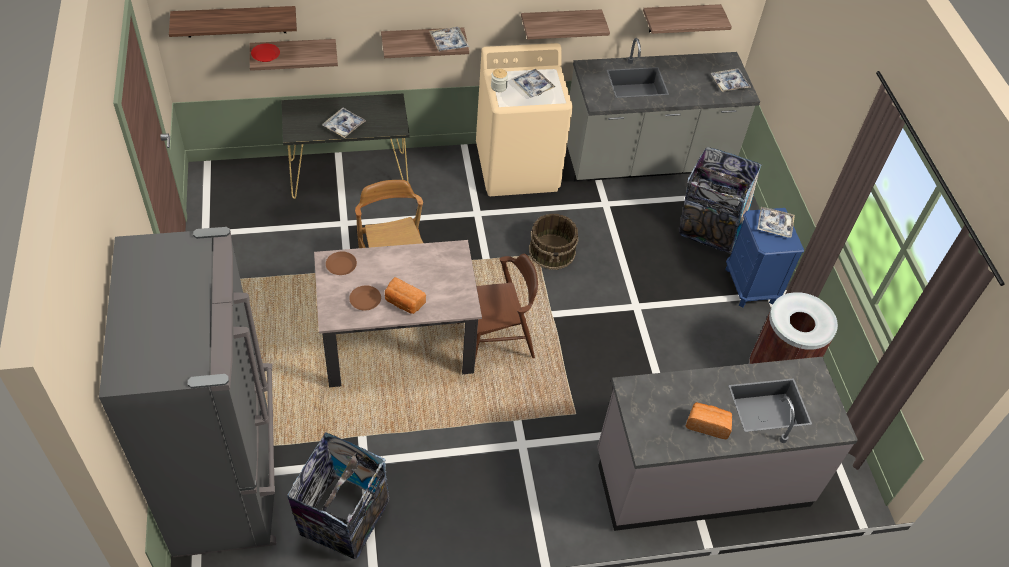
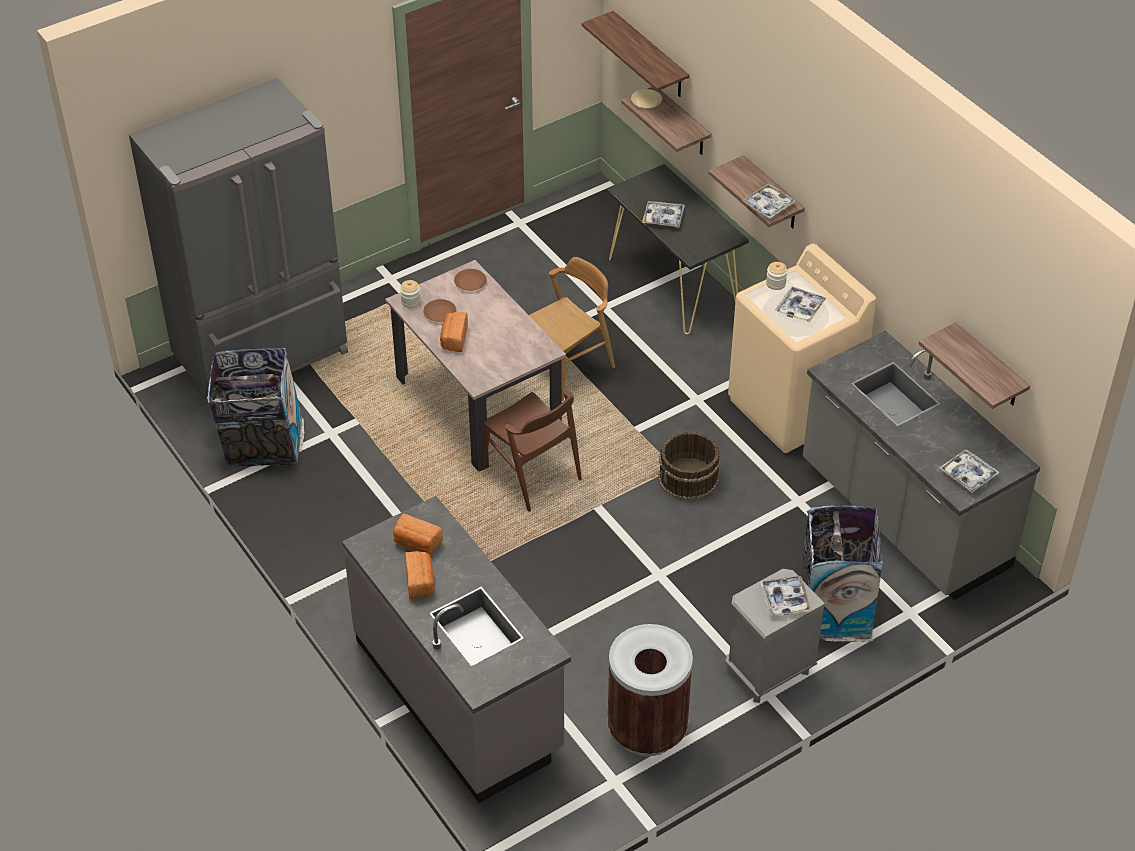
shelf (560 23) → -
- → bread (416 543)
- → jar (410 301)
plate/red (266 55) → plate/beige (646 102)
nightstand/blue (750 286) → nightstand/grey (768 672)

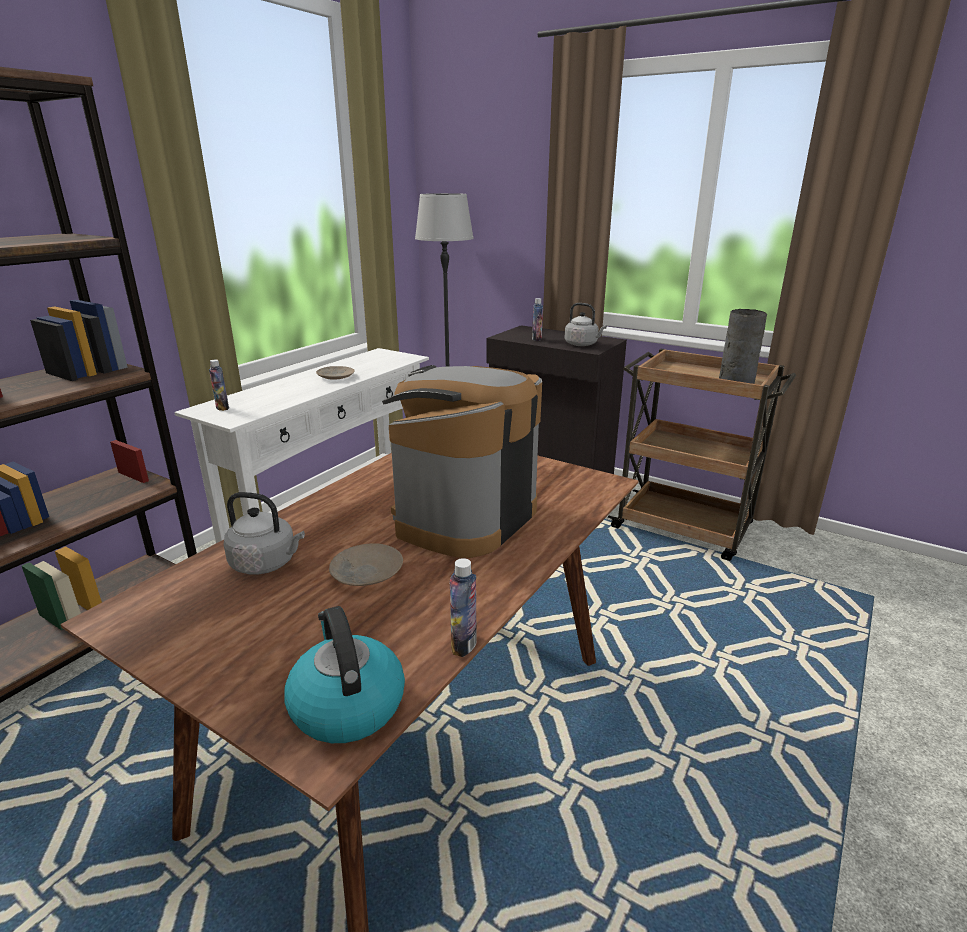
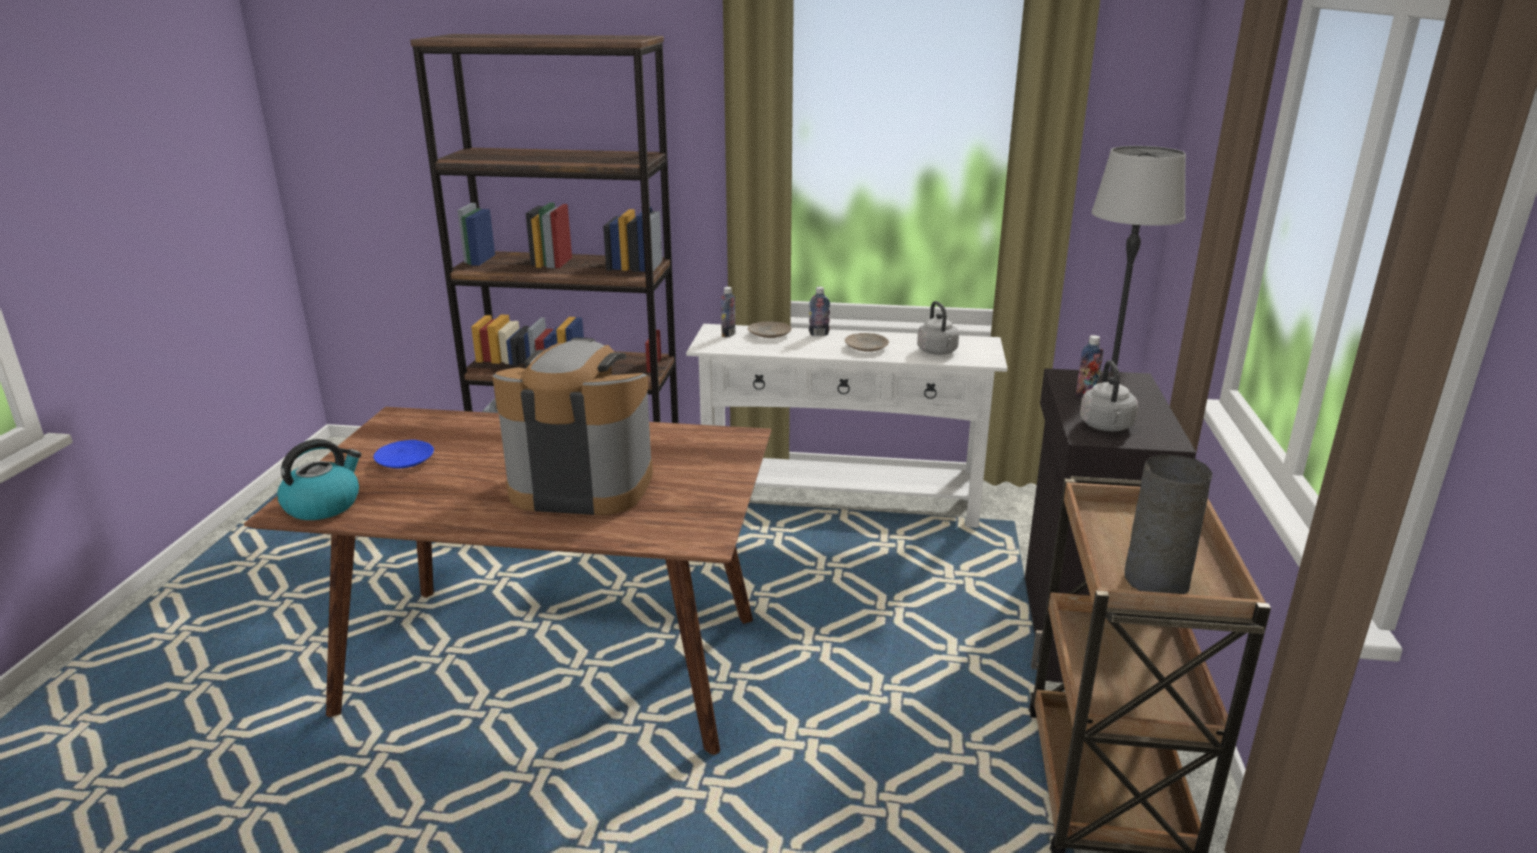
- → plate/blue (405 460)
kettle/grey (267 563) → kettle/grey (938 352), relocated
plate/beige (366 573) → plate/beige (769 334), relocated
bottle (464 644) → bottle (819 334), relocated

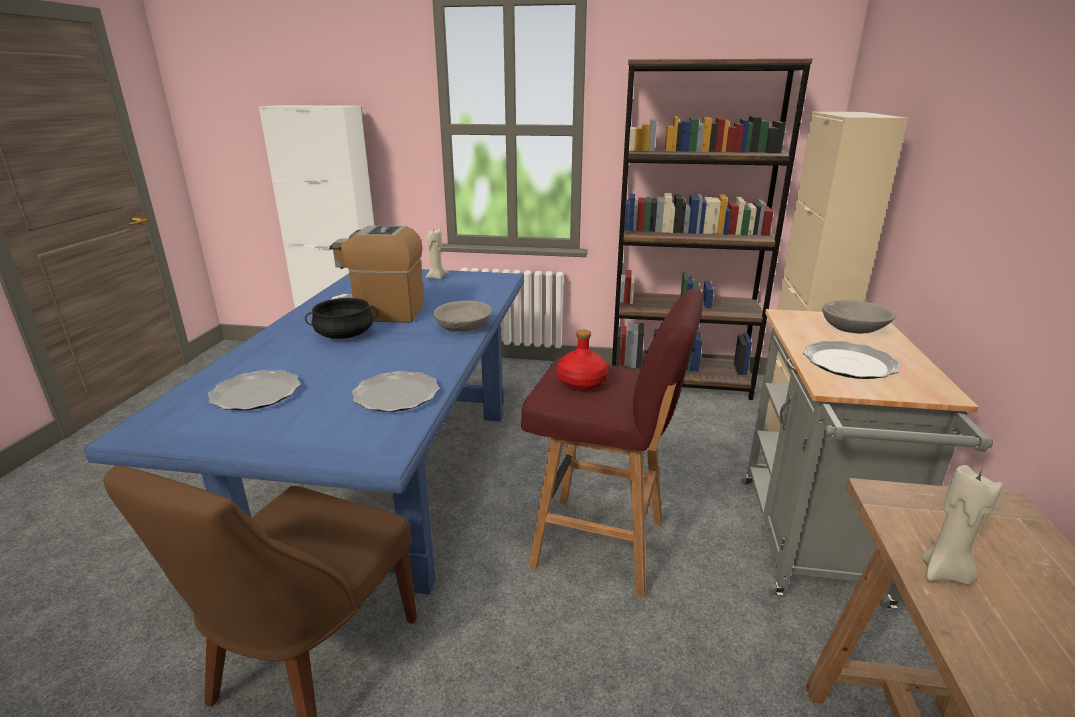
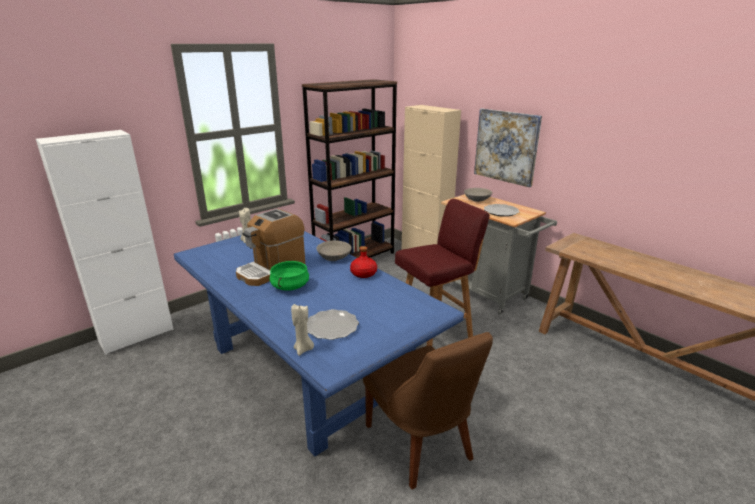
plate (395 395) → -
- → picture (506 146)
bottle/red (581 382) → bottle/red (363 274), relocated
candle/beige (945 573) → candle/beige (303 349), relocated
cooking pot/black (344 335) → cooking pot/green (290 286)

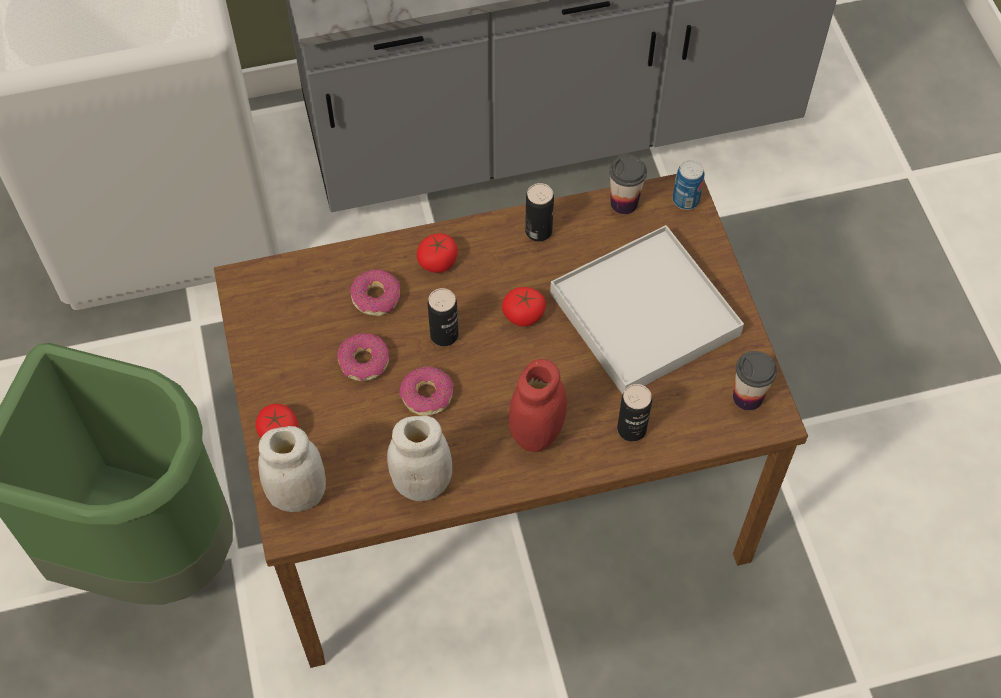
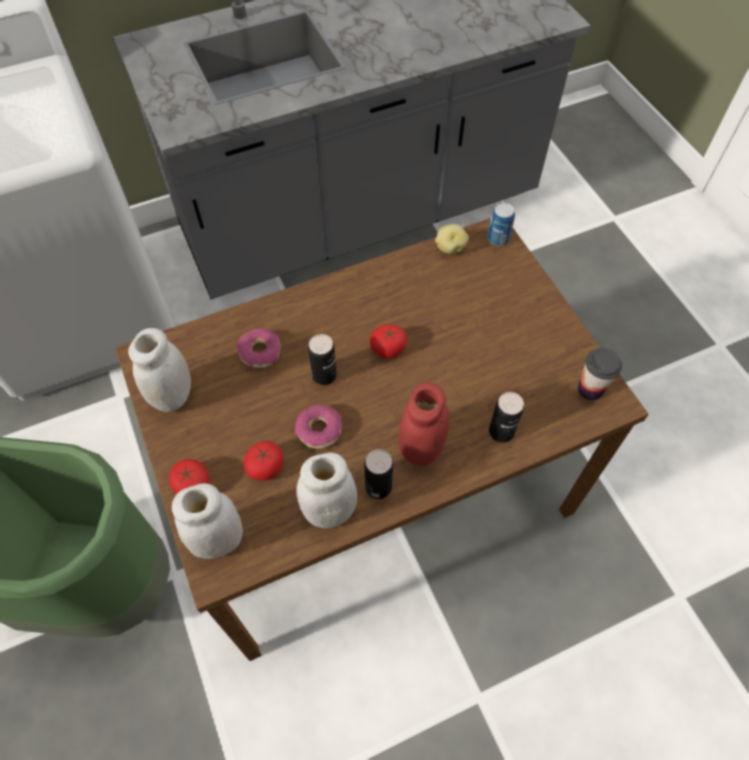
donut (364 362) → -
tray/white (644 314) → -
- → jar/white (173 396)
tomato (438 261) → tomato (265 467), relocated
can (538 231) → can (378 487), relocated
cup (624 203) → potato (450 247)

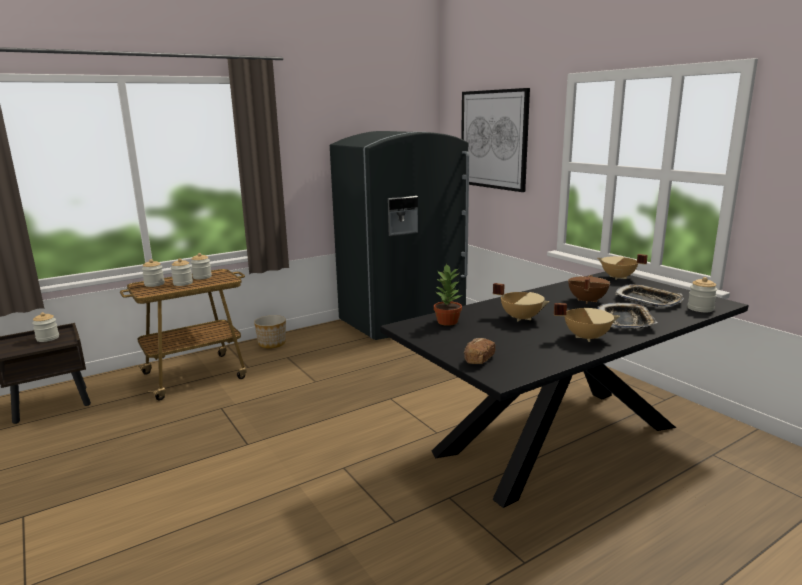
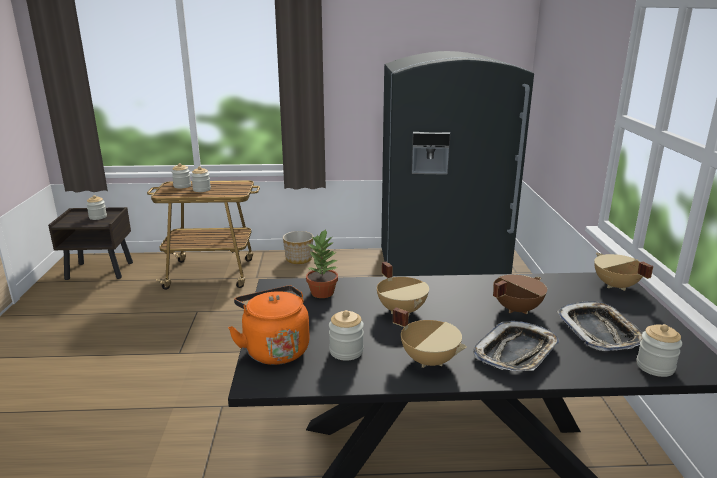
picture (493 139) → -
jar (202 277) → jar (346 351), relocated
bread (478 359) → kettle/orange (274 349)

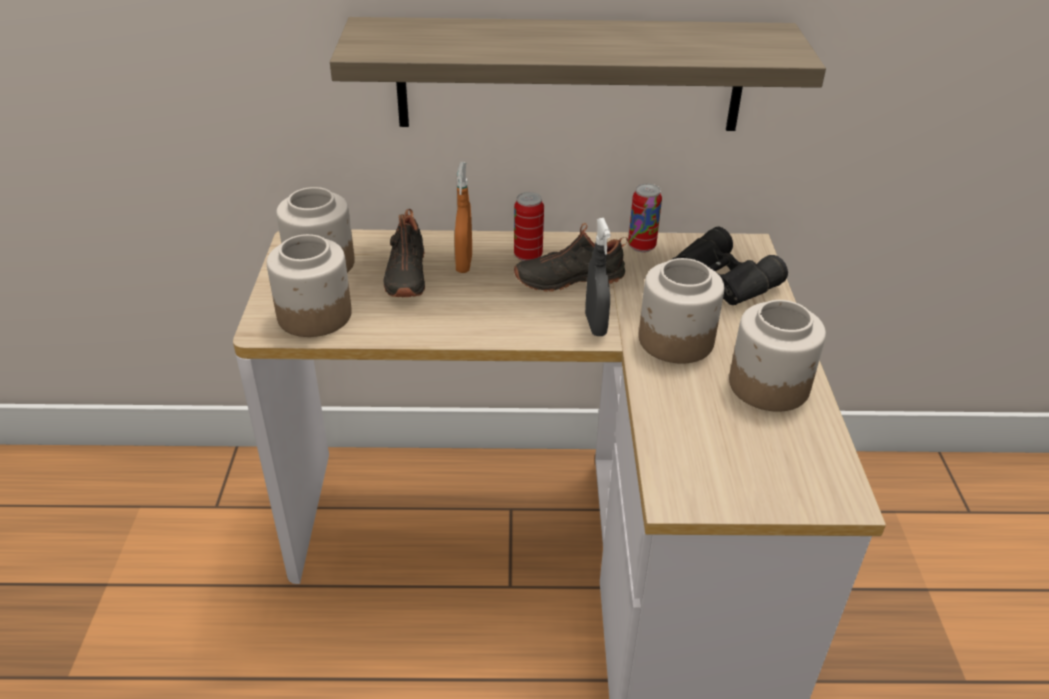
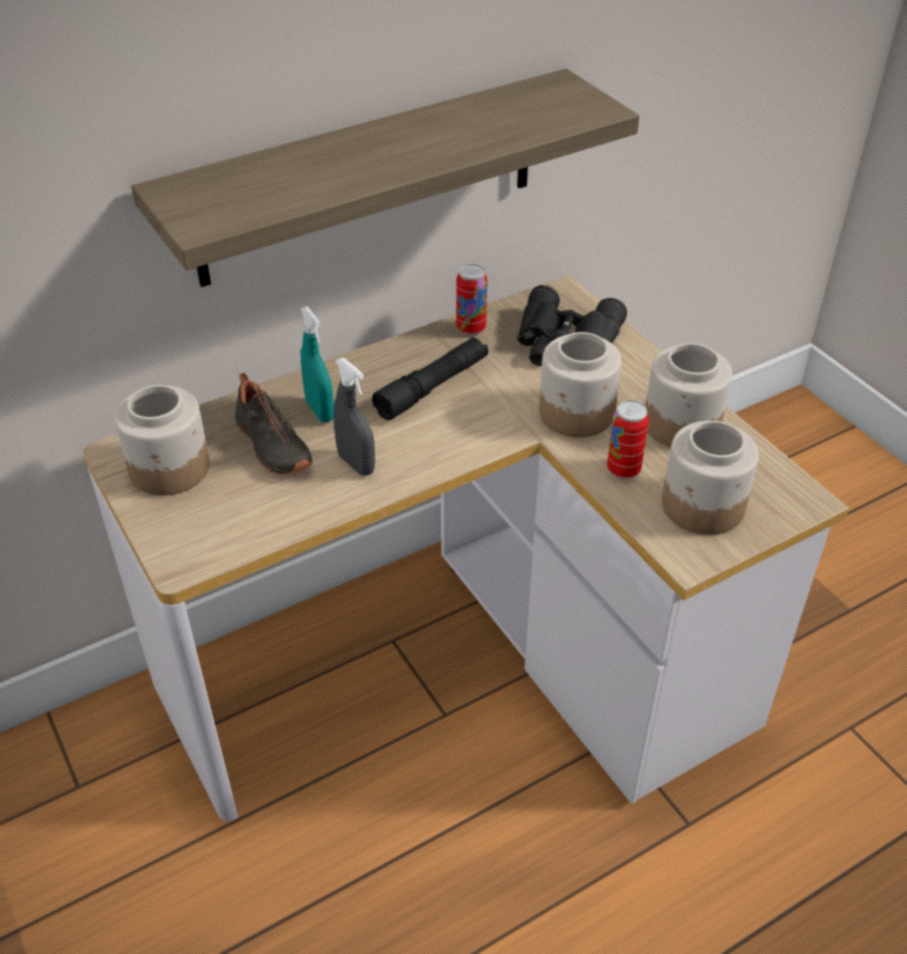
jar (314 316) → jar (703 506), relocated
can (528 256) → can (623 469), relocated
spray bottle/grey (595 325) → spray bottle/grey (356 464), relocated
shoe/black (568 278) → flashlight/black (432 387)
spray bottle/orange (464 264) → spray bottle/turquoise (320 411)

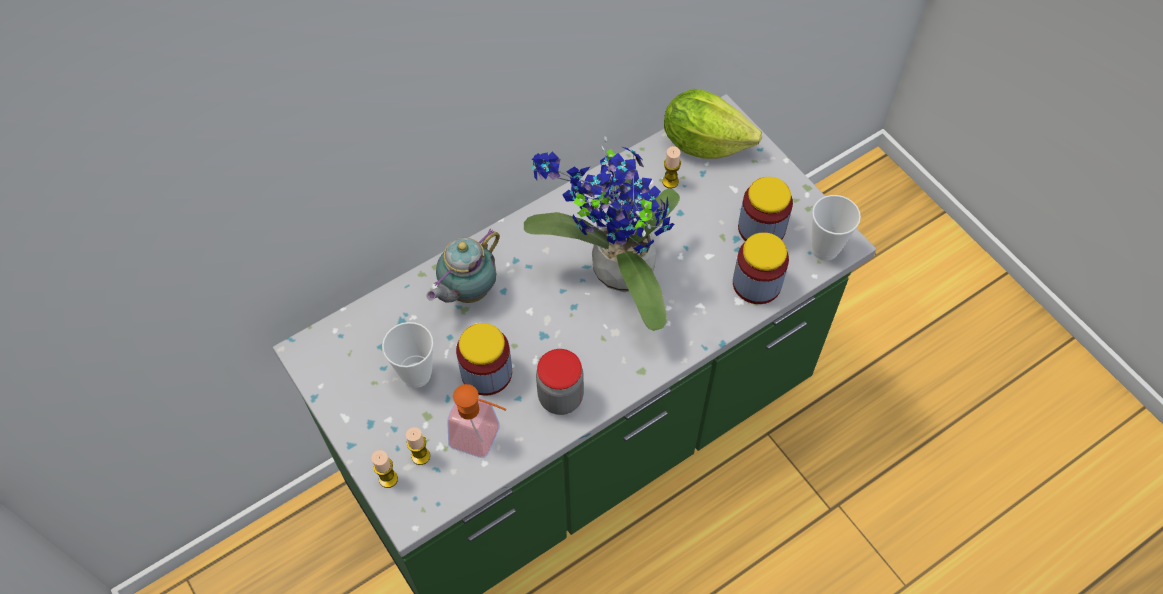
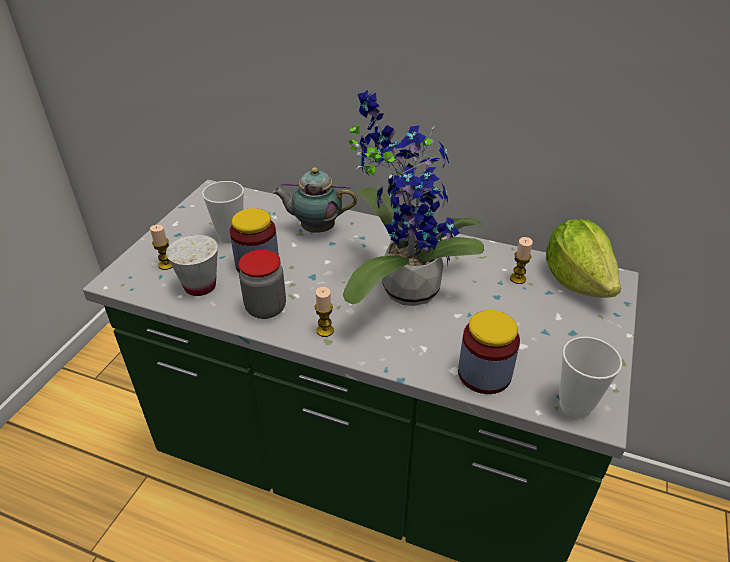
jar (761 228) → -
candle (388 479) → candle (325 330), relocated
soap dispenser (483 439) → cup/white (200 286)

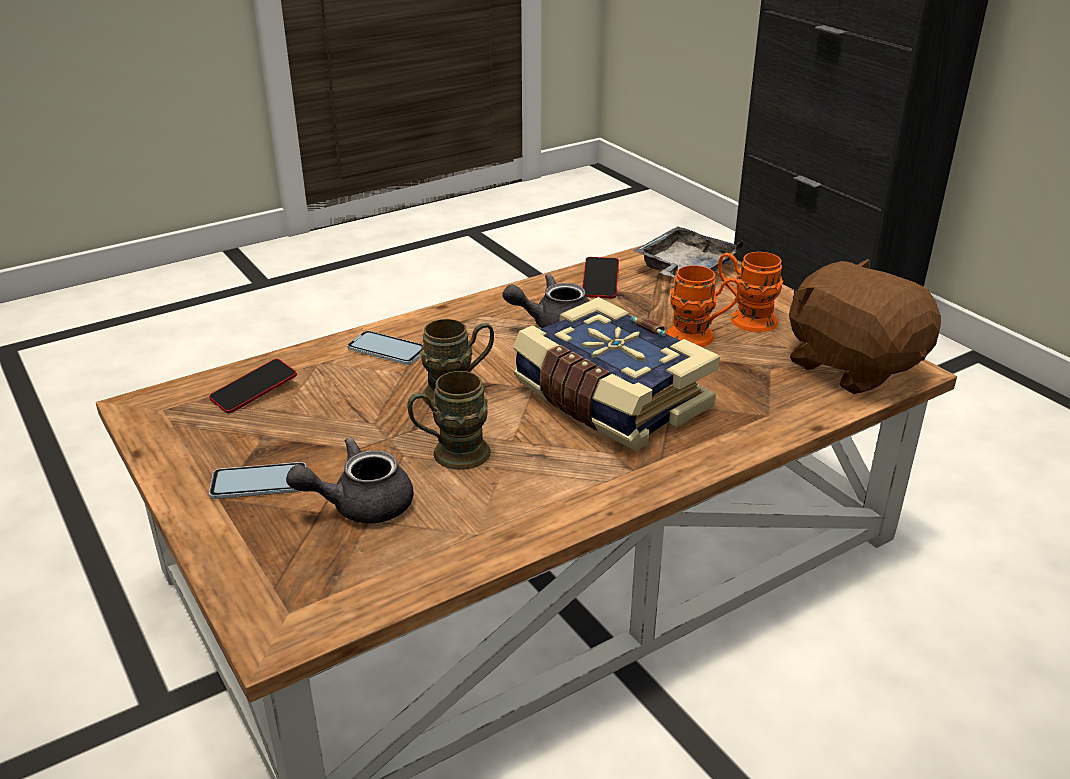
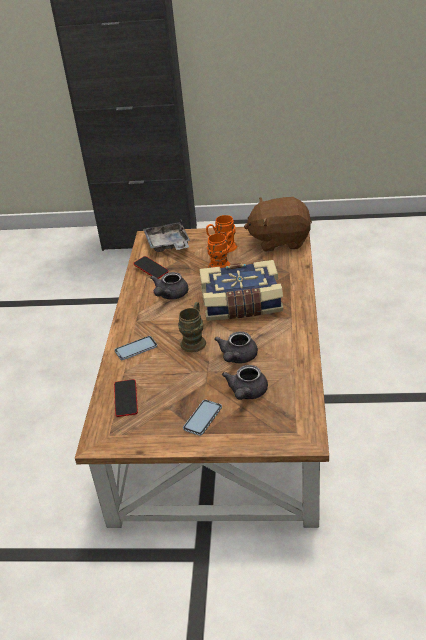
mug/brown (451 455) → teapot/grey (237 358)

